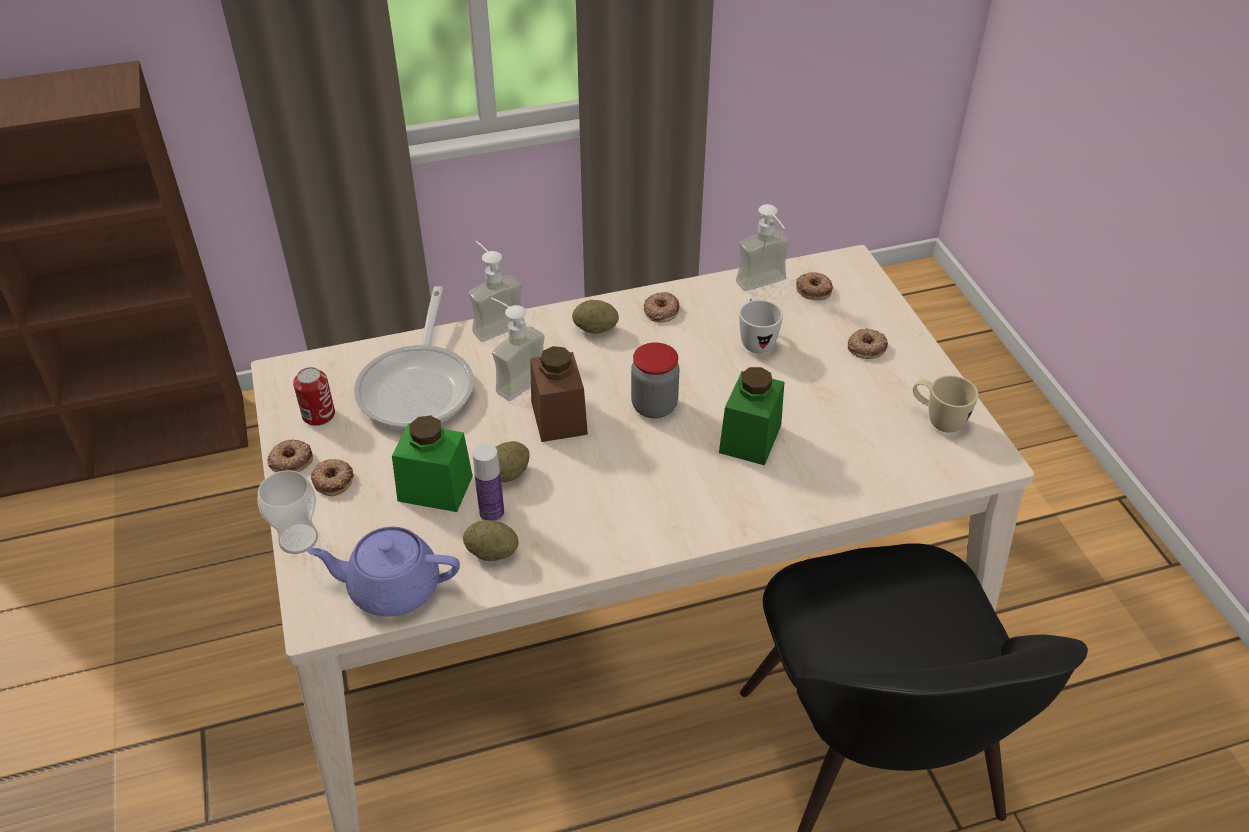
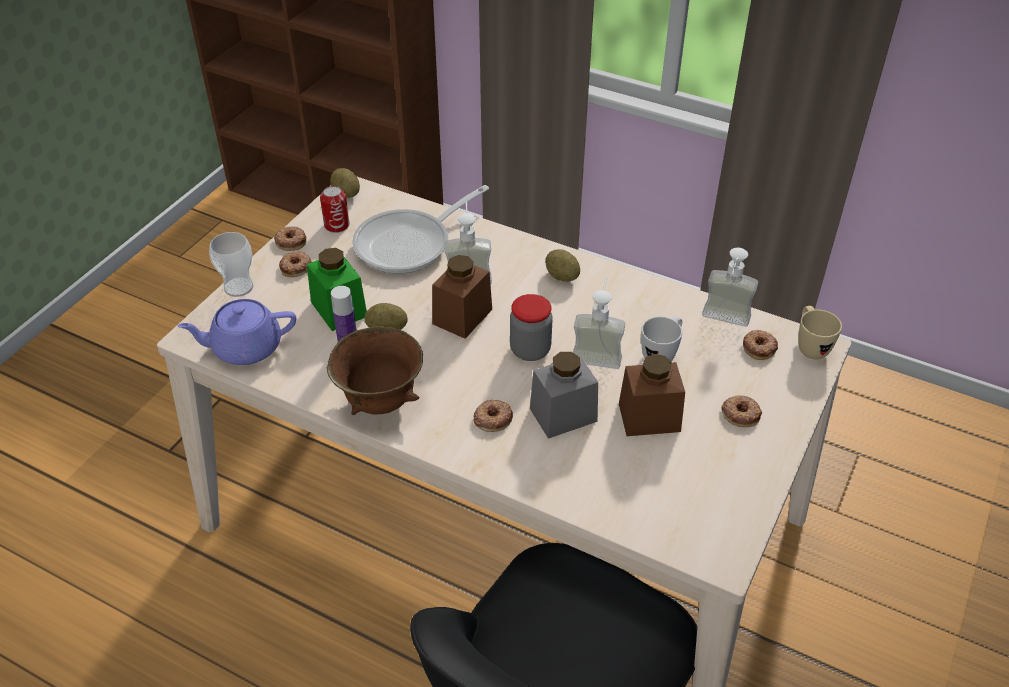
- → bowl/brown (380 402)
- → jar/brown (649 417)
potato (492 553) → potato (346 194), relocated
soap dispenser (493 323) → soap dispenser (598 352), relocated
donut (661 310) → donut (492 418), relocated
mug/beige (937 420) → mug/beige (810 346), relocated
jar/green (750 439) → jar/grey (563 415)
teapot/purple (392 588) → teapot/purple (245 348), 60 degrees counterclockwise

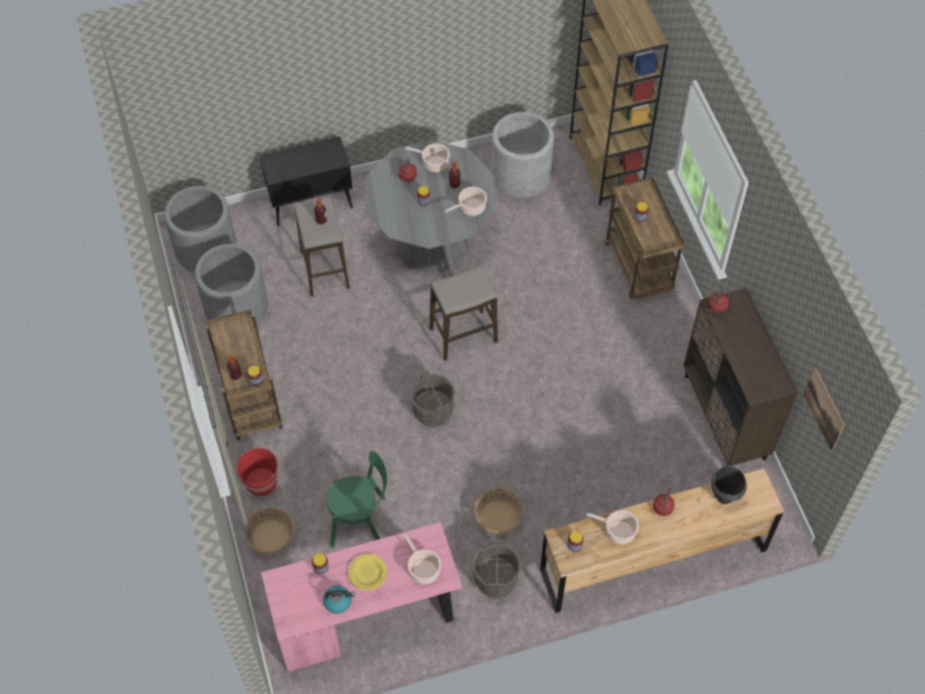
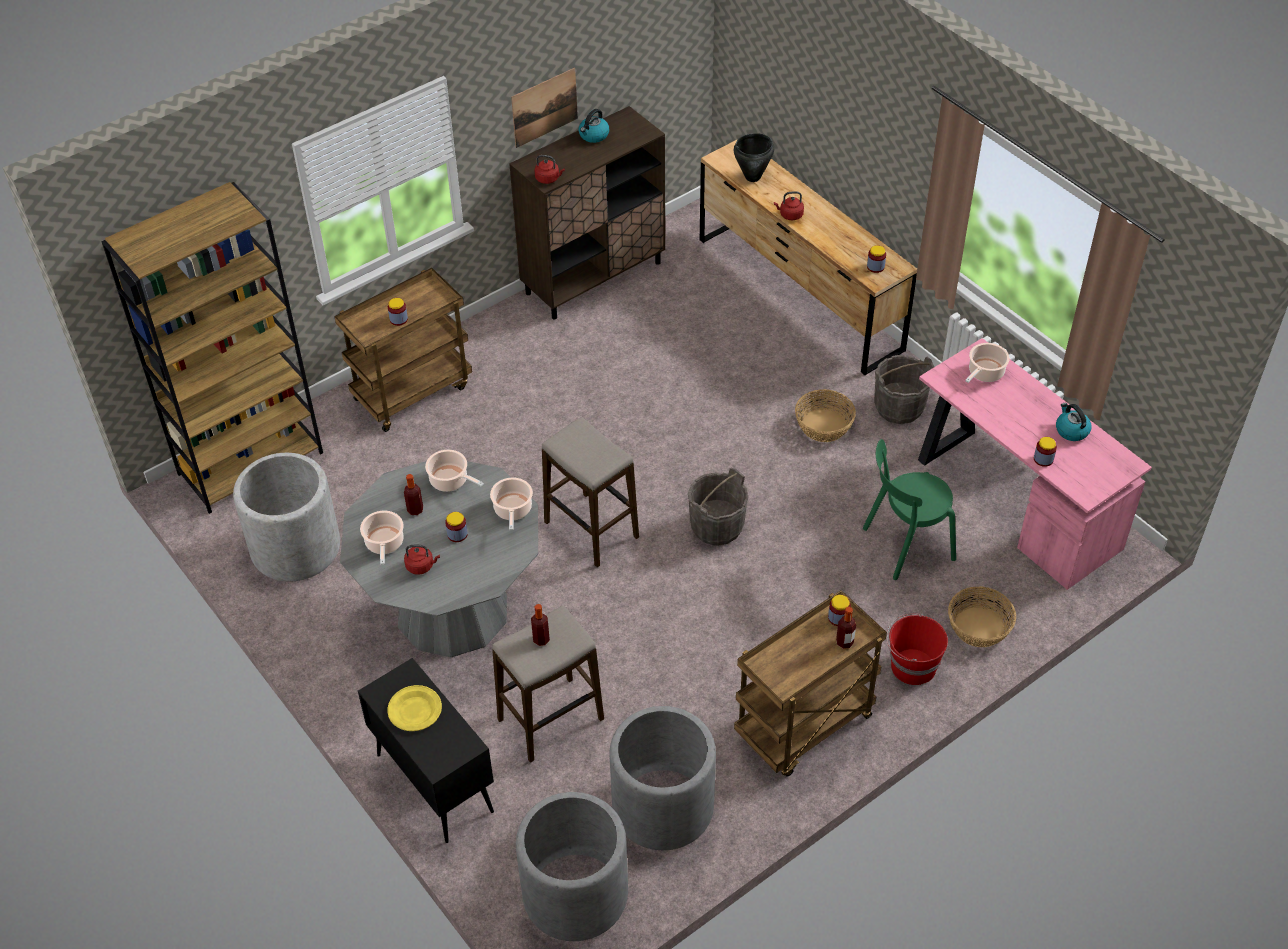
- → kettle (593 135)
plate/yellow (368 573) → plate/yellow (415 710), relocated
cooking pot (618 531) → cooking pot (512 510), relocated
picture (824 409) → picture (544 107), relocated
chair/green (362 522) → chair/green (904 545), 90 degrees counterclockwise

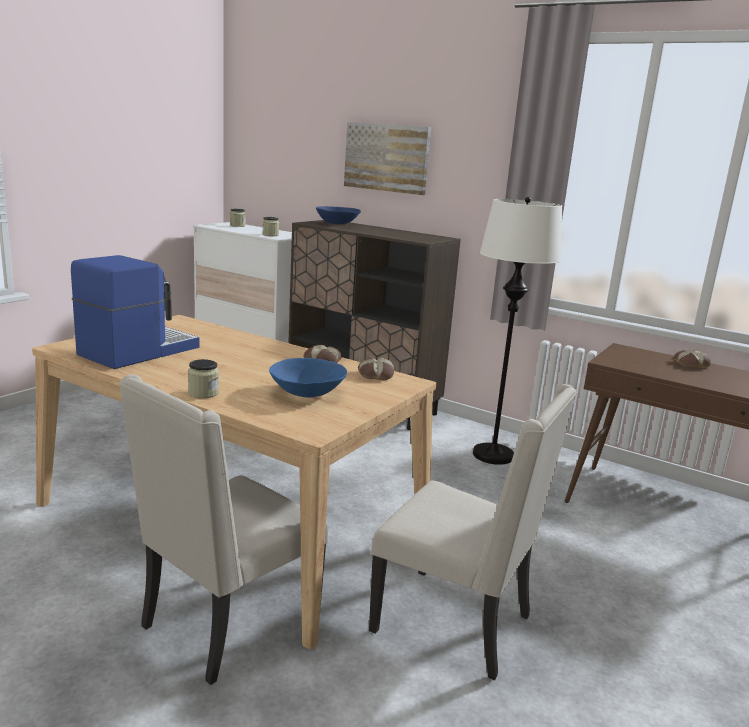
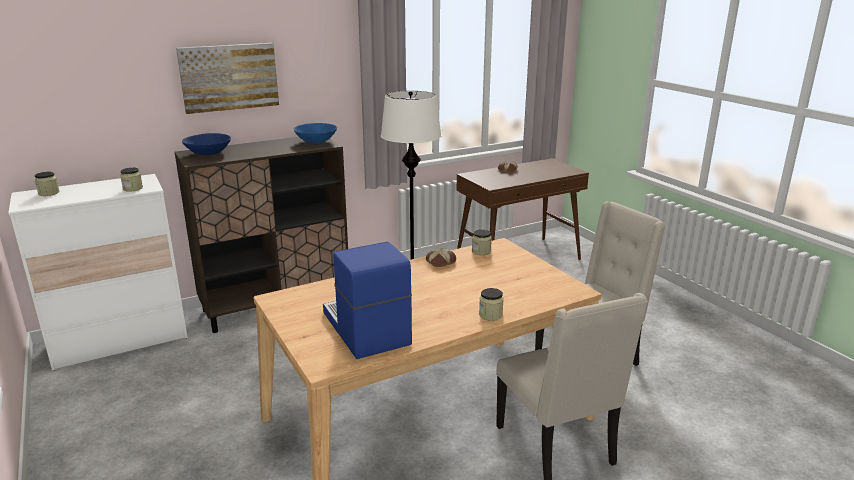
bowl/blue (307 393) → bowl/blue (316 141), relocated
bread (375 374) → jar (481 251)

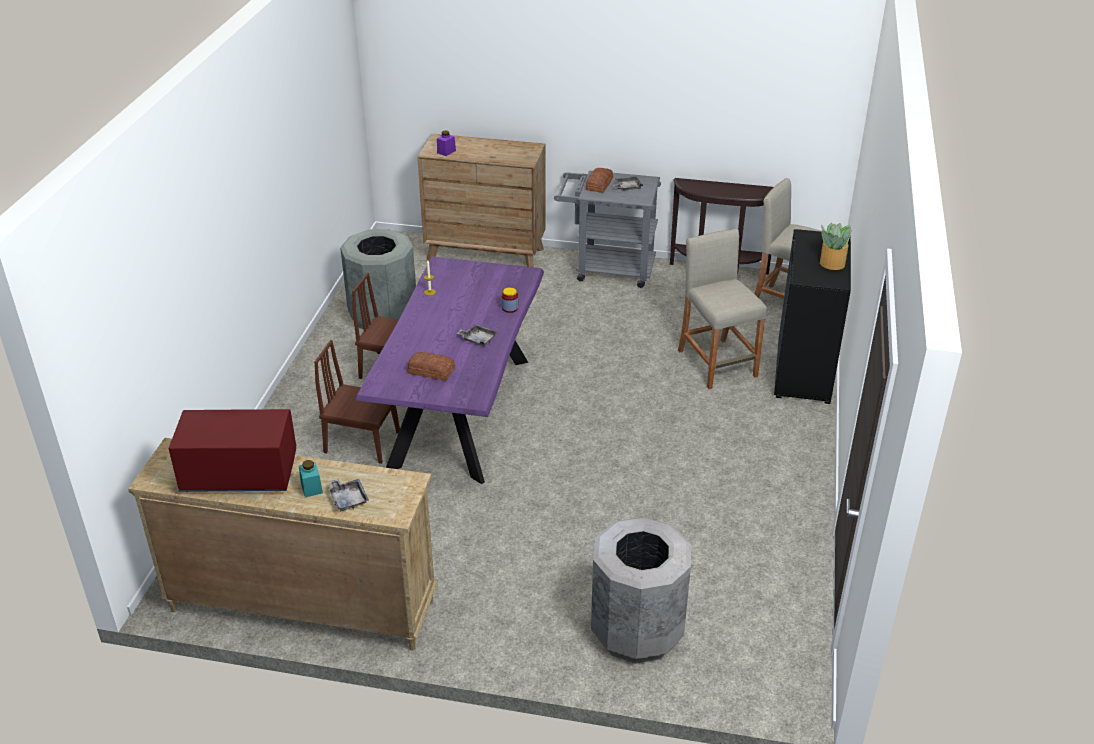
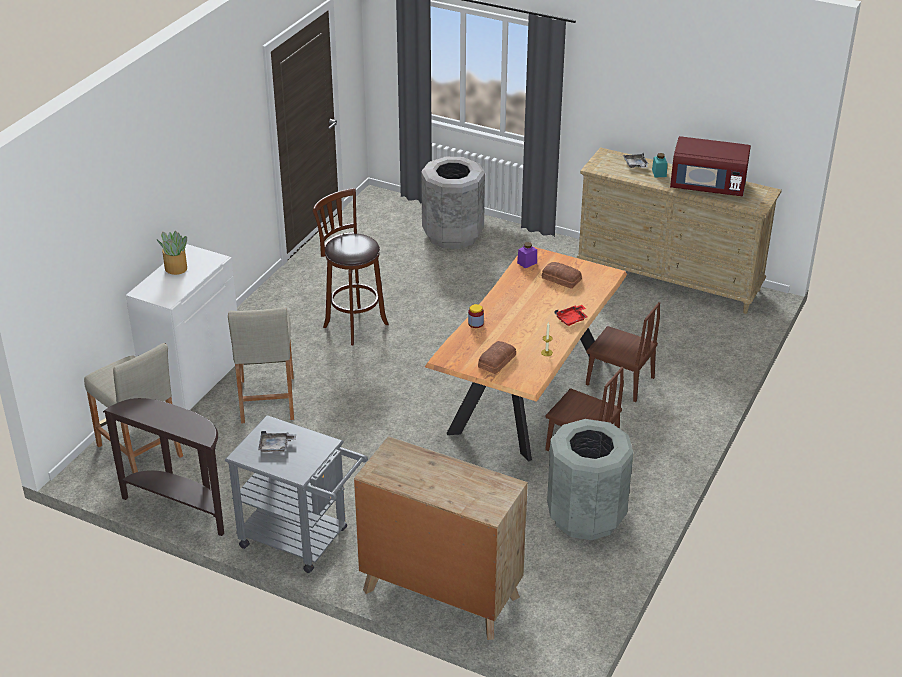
tray/grey (478 339) → -
- → stool/brown (353 324)
- → tray/red (572 319)
jar/purple (446 151) → jar/purple (527 263), relocated
bread (600 184) → bread (496 361), relocated
dining table/purple (460 412) → dining table/brown (527 393)
cabinet/black (804 370) → cabinet/white (193 379)

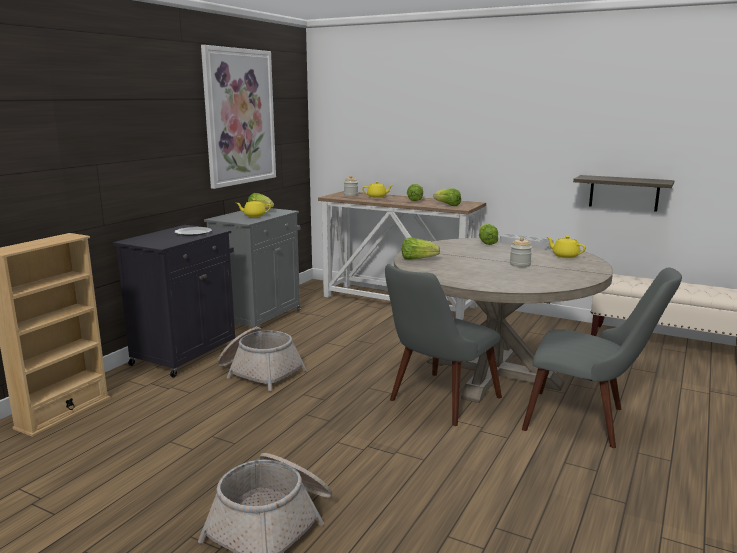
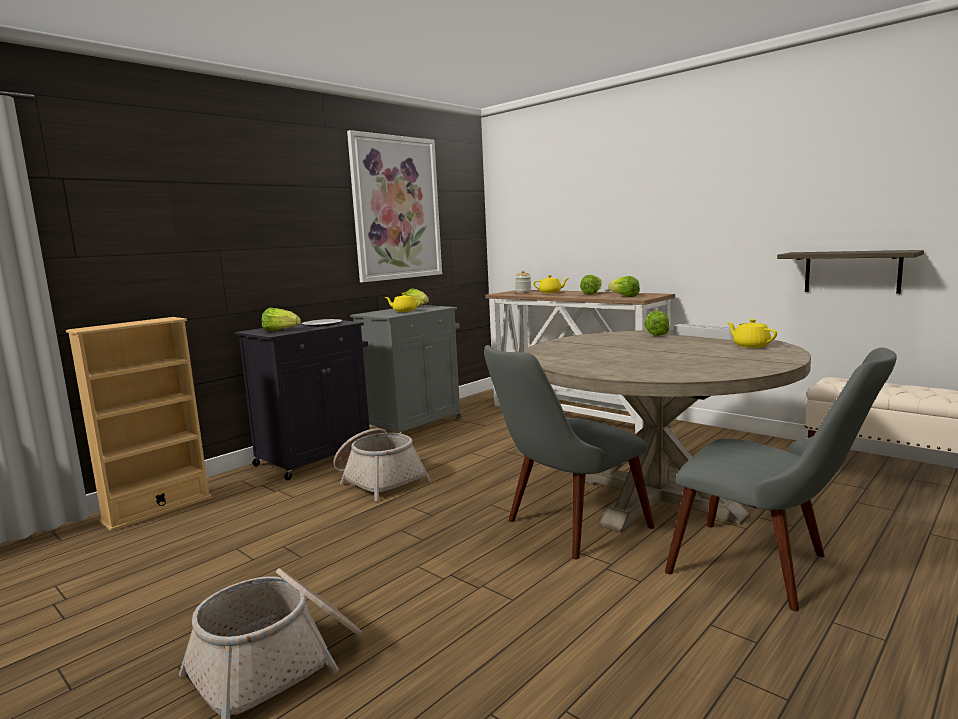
jar (520 264) → -
lettuce (417 259) → lettuce (281 331), relocated

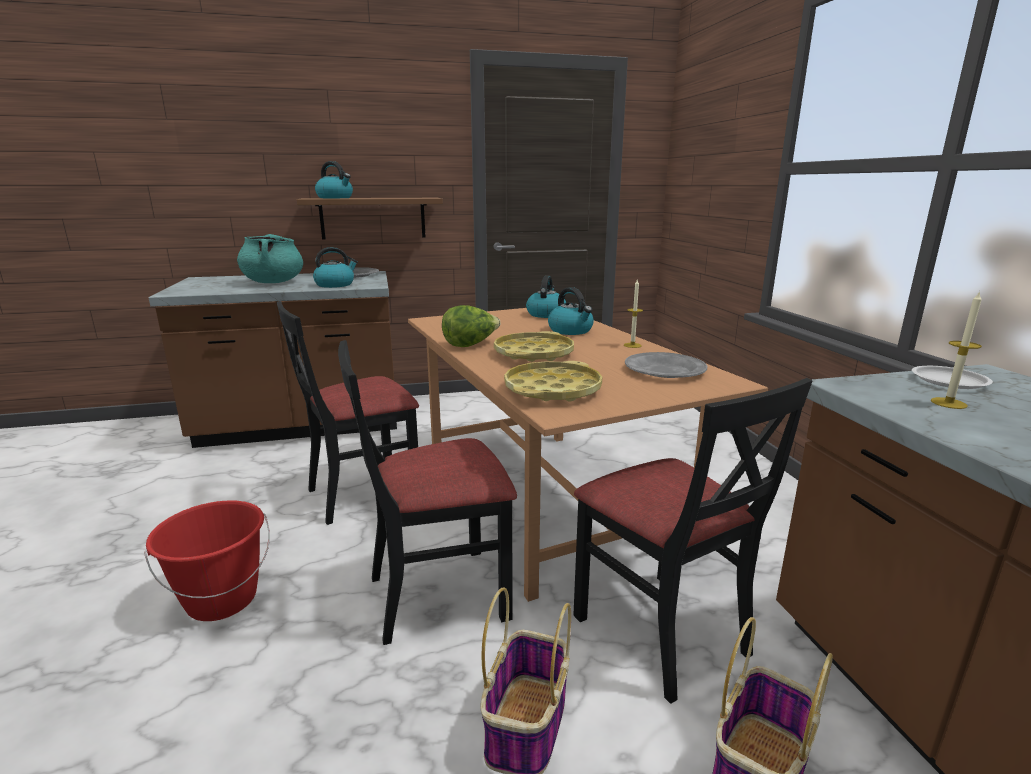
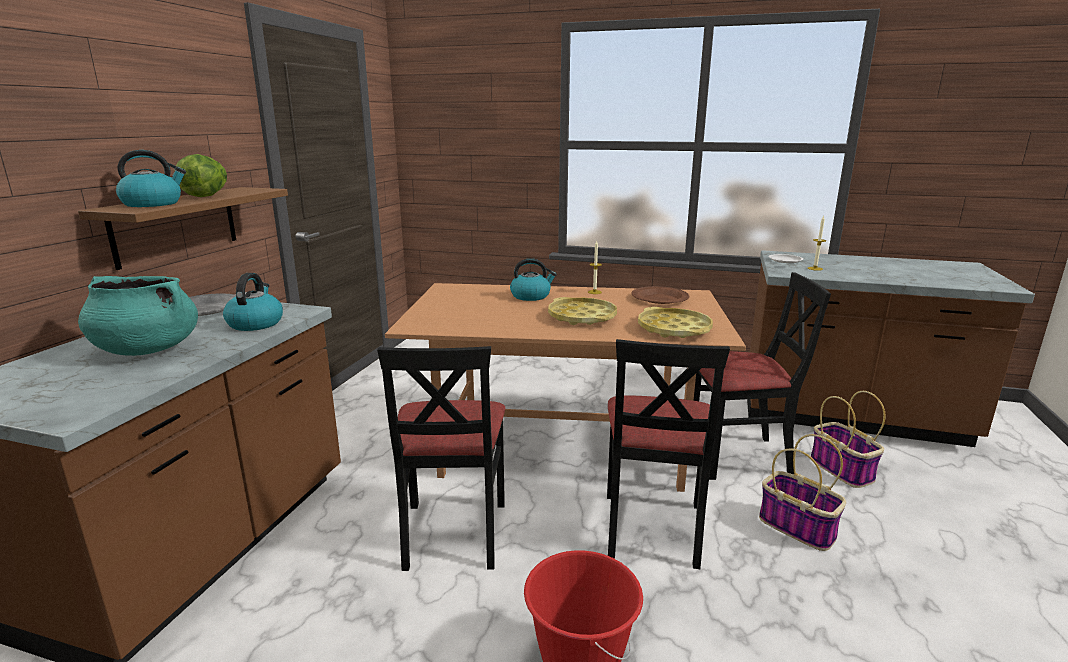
kettle (546 314) → -
lettuce (470 345) → lettuce (207 196), relocated
plate/grey (664 370) → plate/brown (659 299)

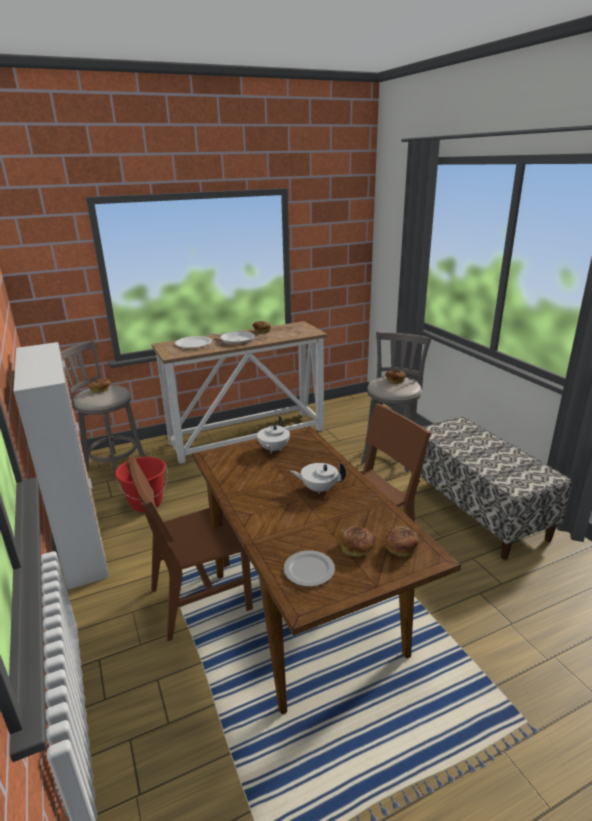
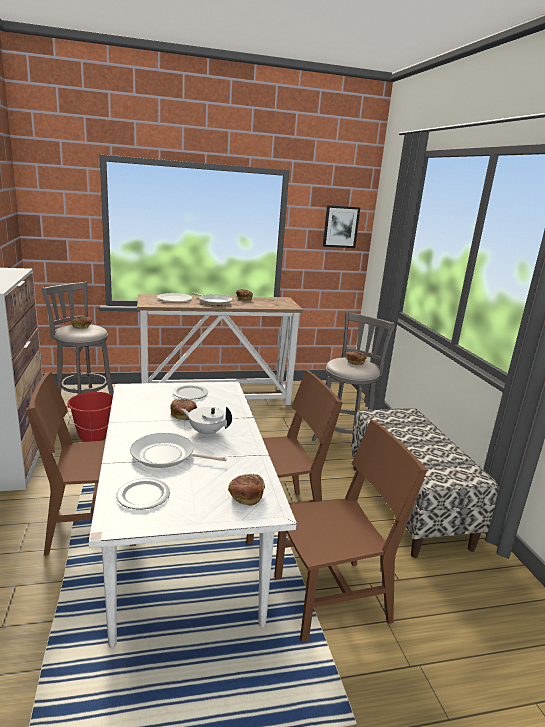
- → frying pan (166 456)
- → chair/brown (331 599)
- → picture (340 226)
bread (357 548) → bread (183 416), relocated
teapot/white (273 449) → plate (189 393)
dining table/brown (306 613) → dining table/white (184 561)

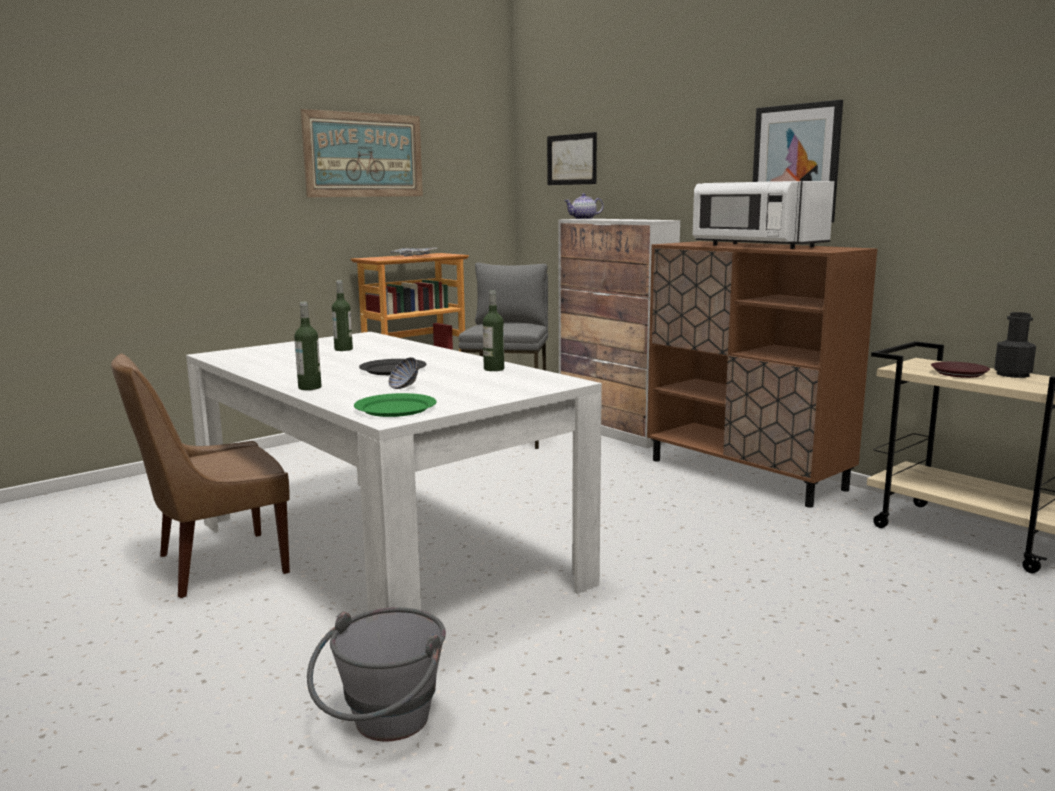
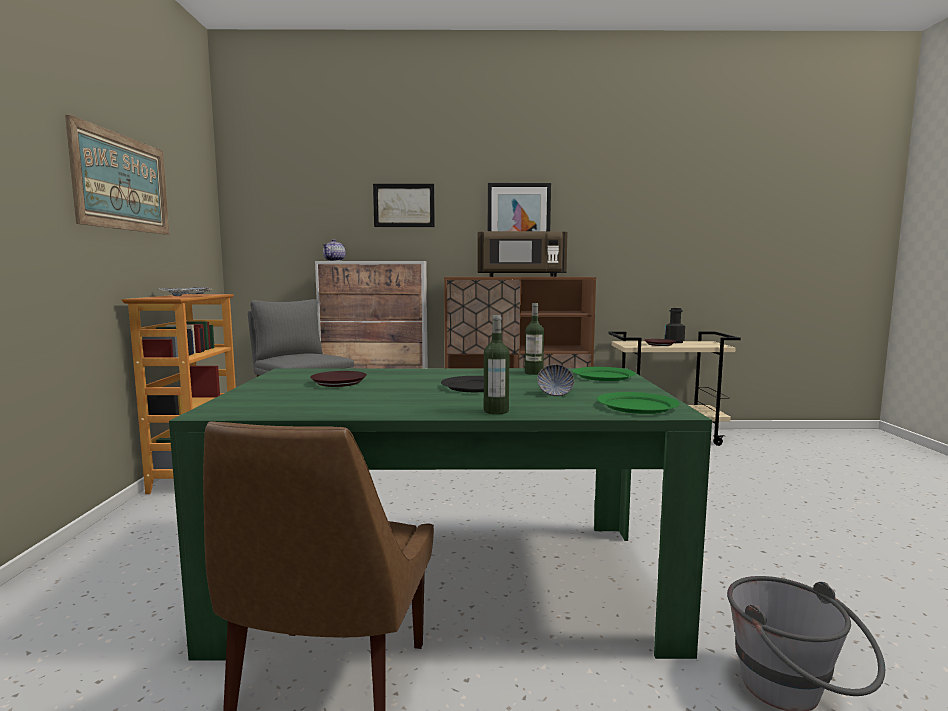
- → plate/green (604 376)
picture (572 159) → picture (404 205), relocated
bottle (343 349) → plate/brown (338 383)
dining table/white (383 551) → dining table/green (448 582)
microwave/white (756 246) → microwave/brown (520 276)

